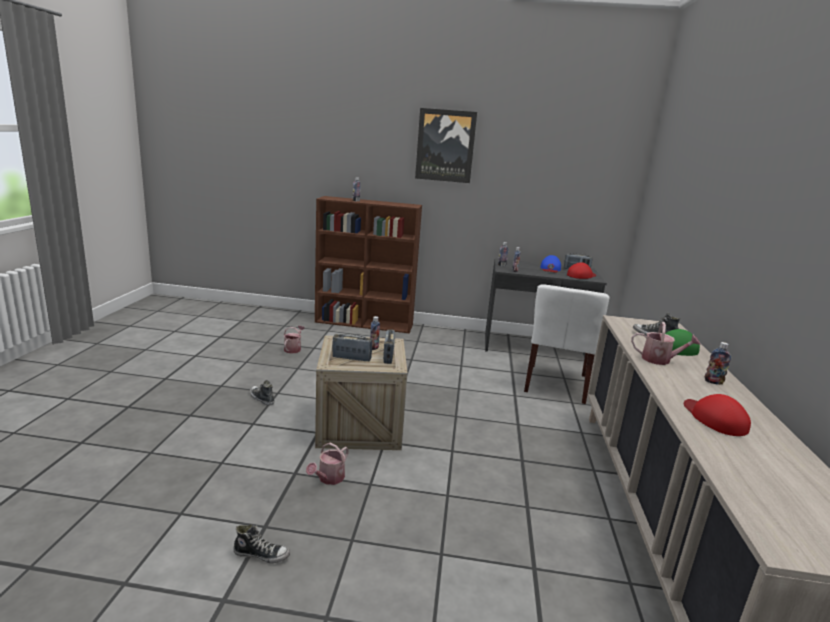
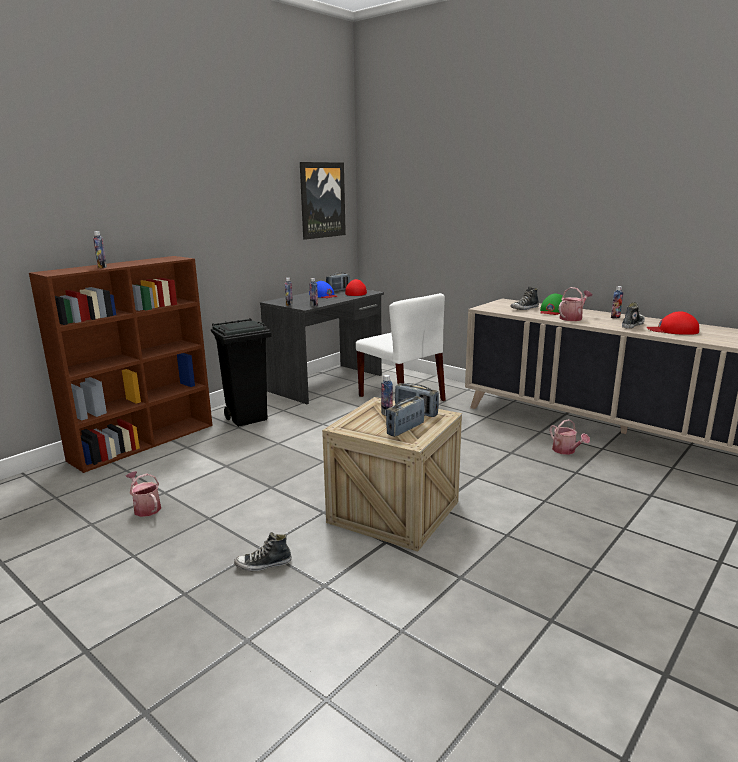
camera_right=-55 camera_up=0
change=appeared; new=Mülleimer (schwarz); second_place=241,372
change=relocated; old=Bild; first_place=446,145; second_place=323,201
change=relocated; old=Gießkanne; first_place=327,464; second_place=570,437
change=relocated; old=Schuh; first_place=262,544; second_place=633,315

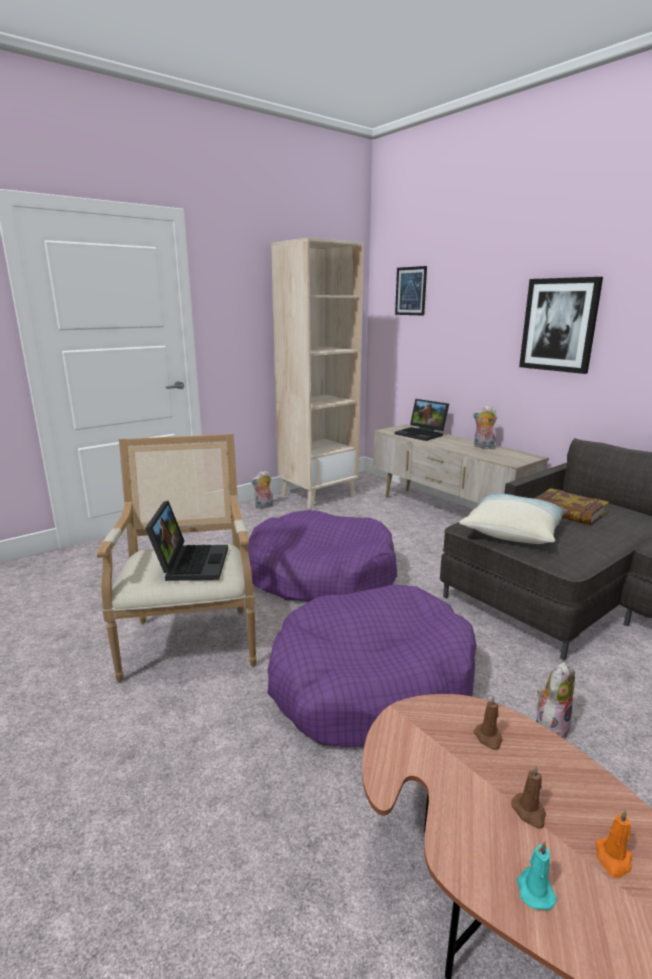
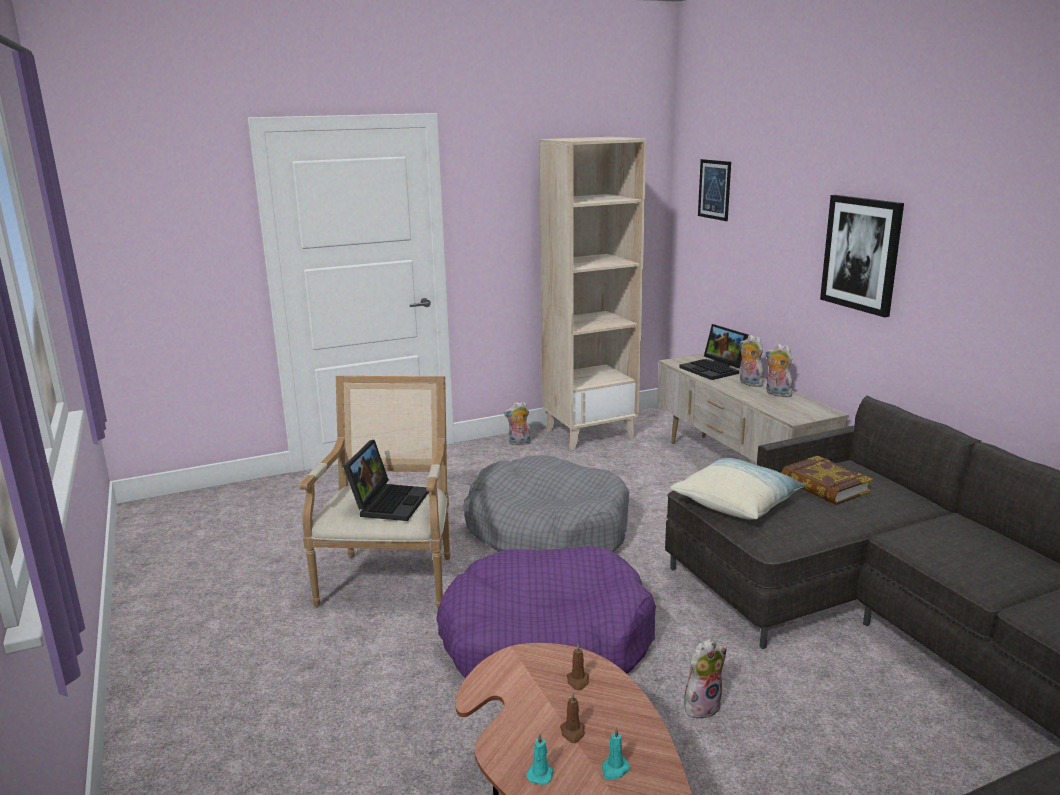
camera_right=15 camera_up=0
change=colour; old=Hundebett (lila); new=Hundebett (grau); first_place=322,556; second_place=546,503
change=colour; old=Kerze (orange); new=Kerze (türkis); first_place=614,843; second_place=616,753
change=appeared; new=Plüschtier; second_place=752,361

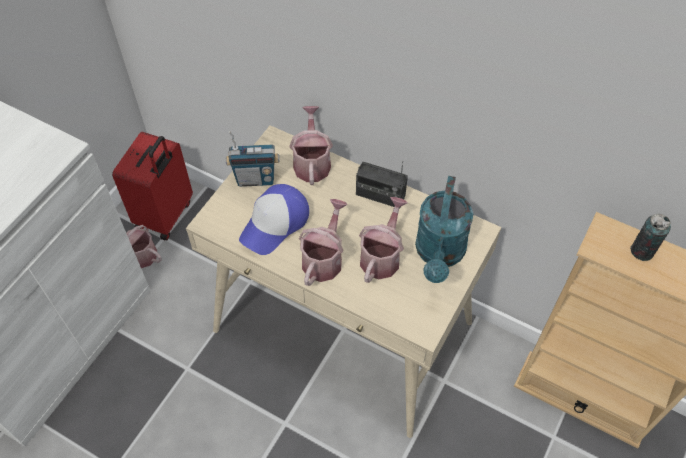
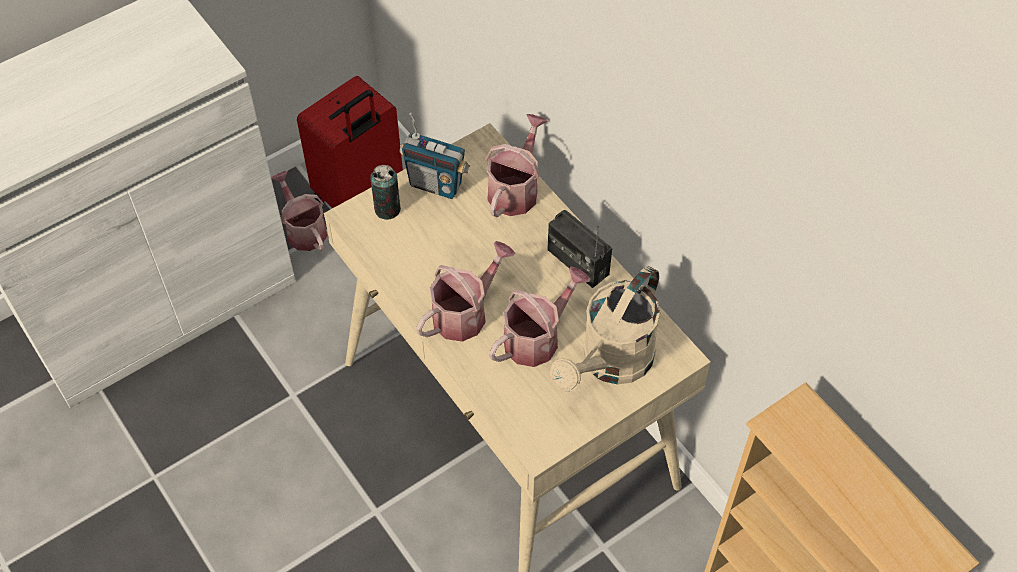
camera_right=25 camera_up=0
change=relocated; old=Dose; first_place=650,237; second_place=385,192
change=colour; old=Gießkanne (türkis); new=Gießkanne (beige); first_place=444,229; second_place=605,329
change=missing; old=Kappe; first_place=274,219

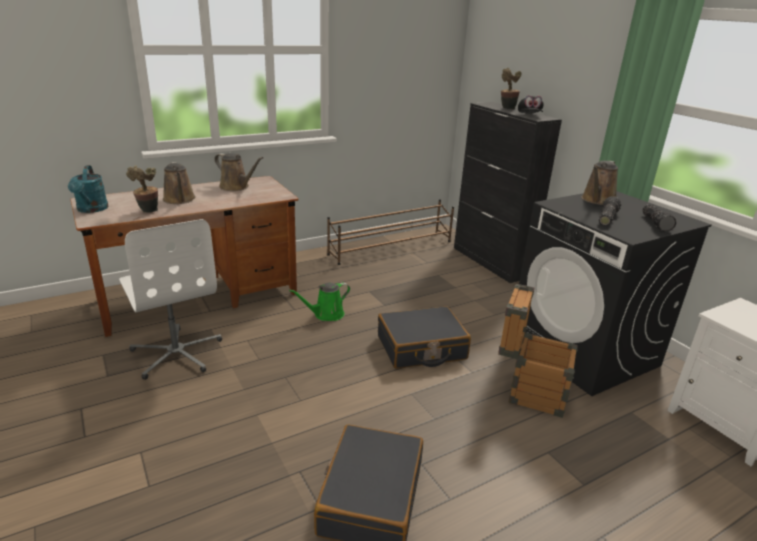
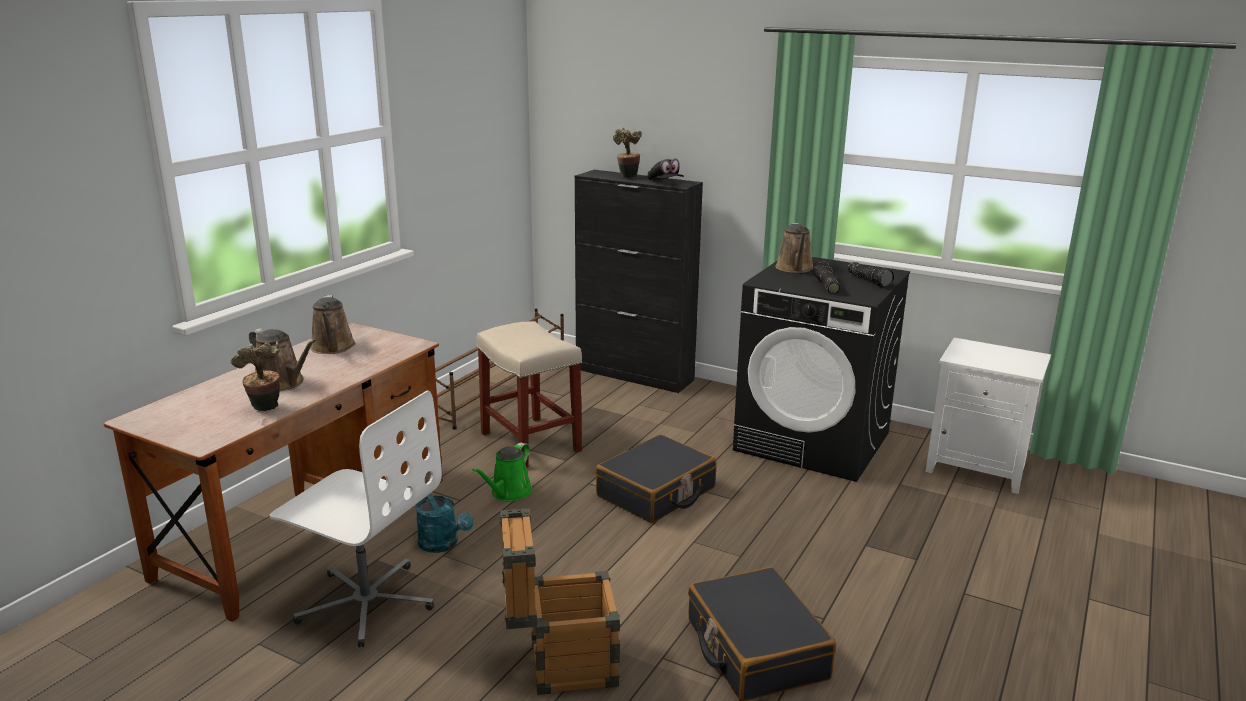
camera_right=-30 camera_up=-5
change=spun; old=Gießkanne (braun); first_place=239,172; second_place=332,324; degrees=75
change=relocated; old=Gießkanne (türkis); first_place=88,189; second_place=444,523
change=appeared; new=Hocker (beige); second_place=529,394
change=relocated; old=Kiste; first_place=538,351; second_place=560,601

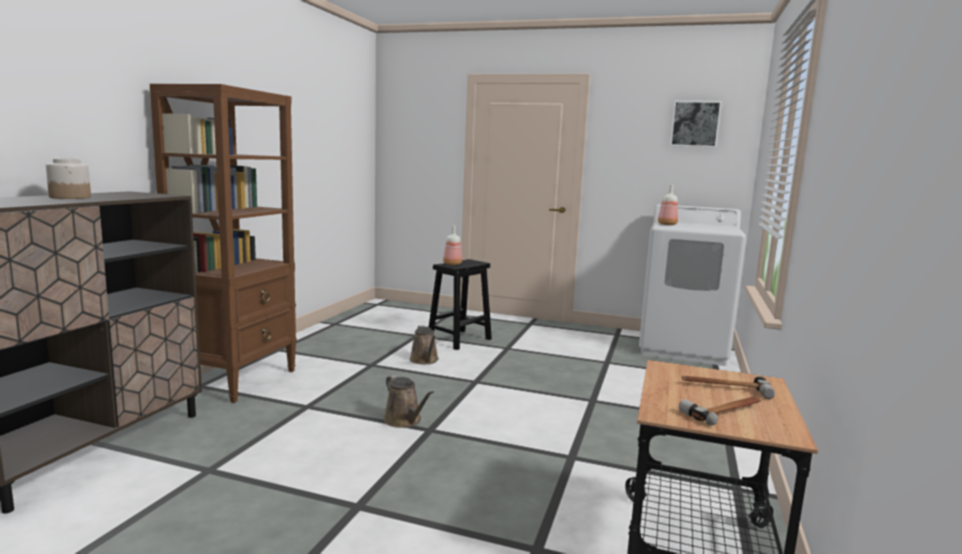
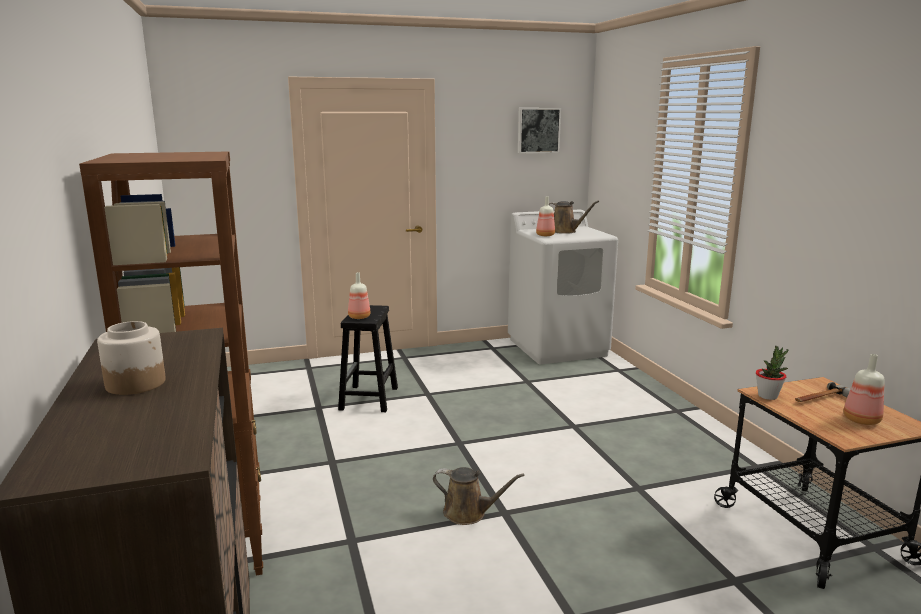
camera_right=-35 camera_up=5
change=relocated; old=Gießkanne (braun); first_place=424,344; second_place=574,217
change=appeared; new=Topfpflanze; second_place=772,373
change=exchanged; old=Hammer; new=Flasche; first_place=720,411; second_place=864,389

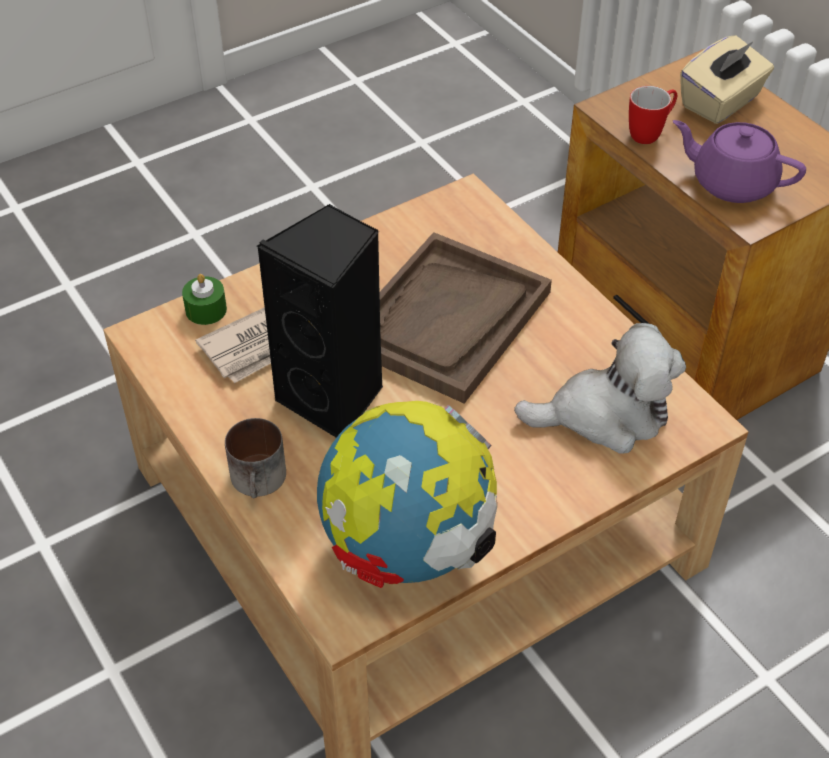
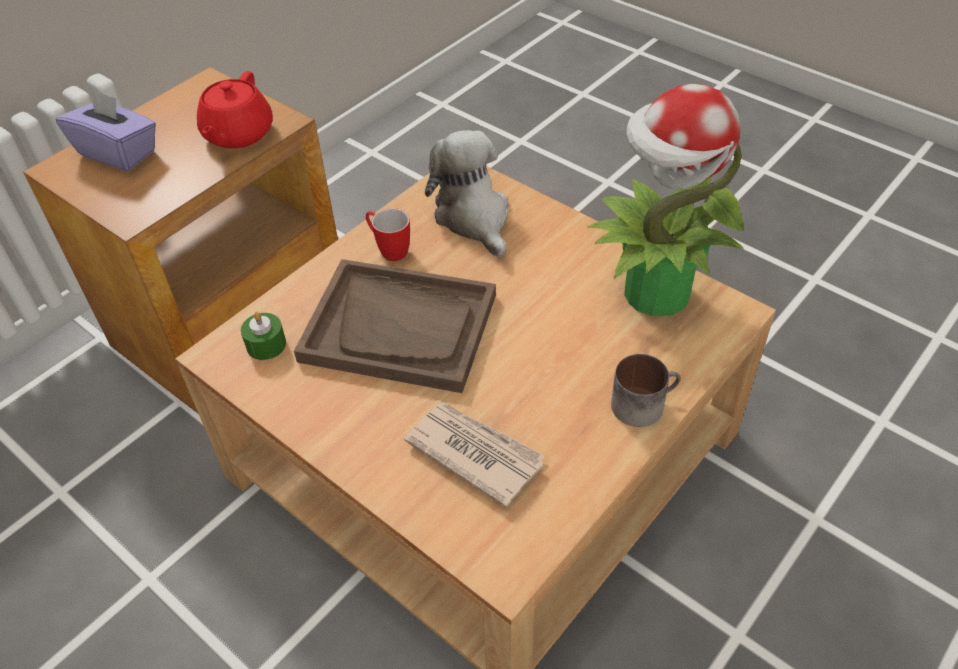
camera_right=-105 camera_up=0
change=colour; old=Taschentuchbox (beige); new=Taschentuchbox (lila); first_place=727,79; second_place=106,129
change=colour; old=Teekanne (lila); new=Teekanne (rot); first_place=739,161; second_place=235,110
change=relocated; old=Kerze (grün); first_place=204,299; second_place=263,336
change=relocated; old=Henkelbecher; first_place=653,115; second_place=388,234
change=exchanged; old=Globus; new=Topfpflanze; first_place=407,494; second_place=665,200
change=missing; old=Lautsprecher (schwarz); first_place=319,321

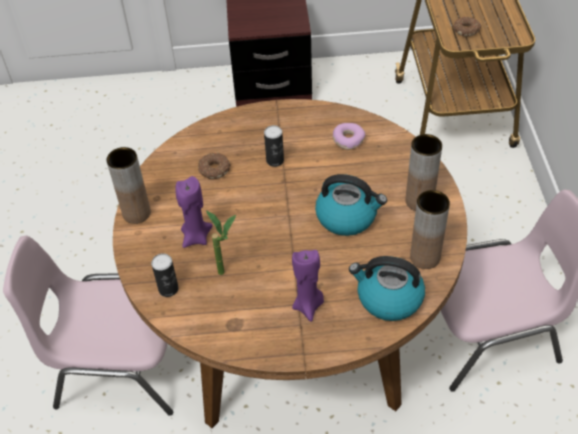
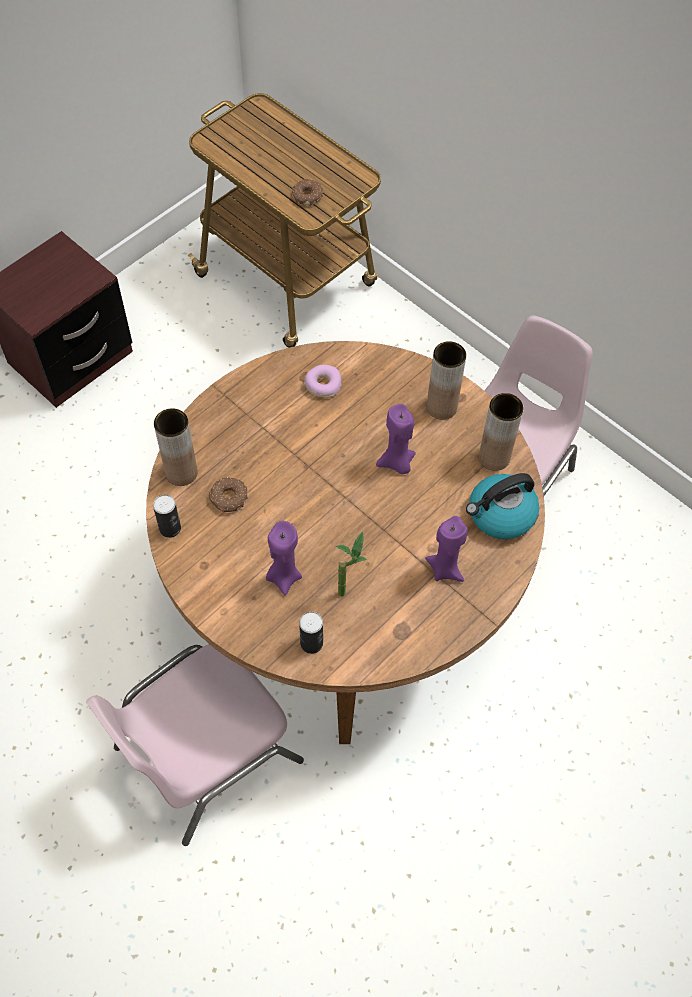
camera_right=-45 camera_up=10
change=relocated; old=Dose; first_place=274,146; second_place=167,516
change=relocated; old=Vase (braun); first_place=129,185; second_place=175,447
change=exchanged; old=Wasserkessel; new=Kerze (lila); first_place=351,205; second_place=396,439

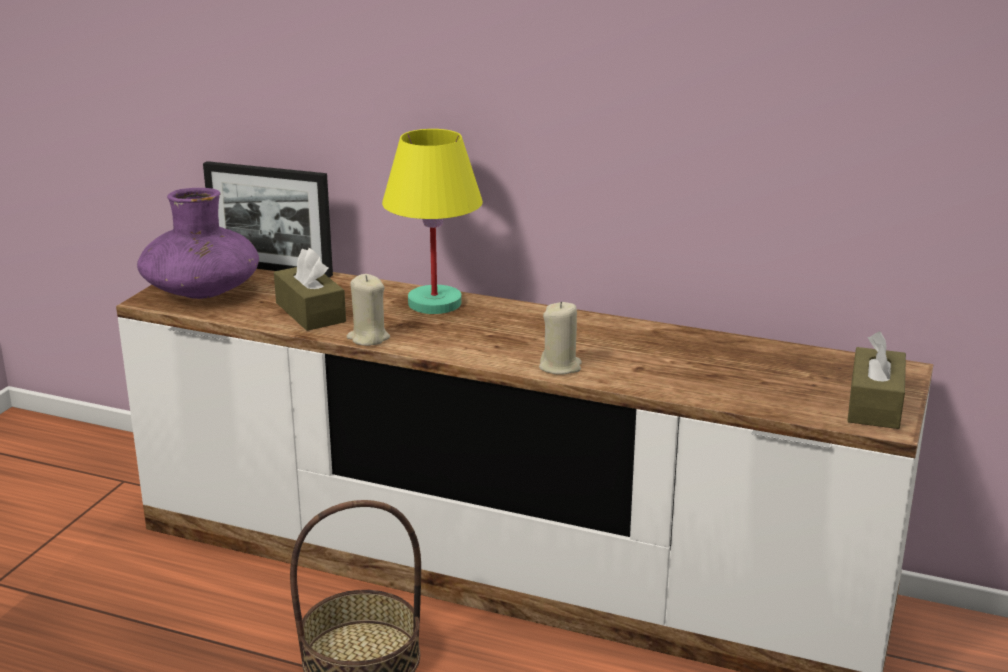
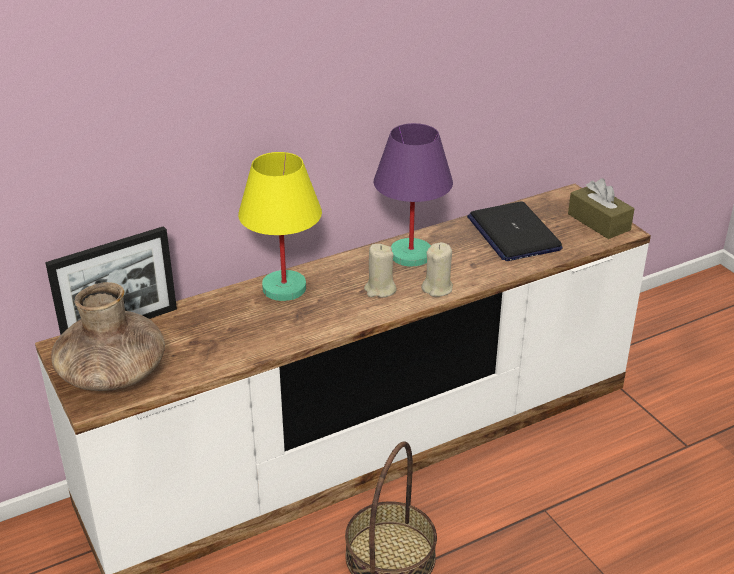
camera_right=-50 camera_up=10
change=colour; old=Vase (lila); new=Vase (braun); first_place=198,243; second_place=108,336
change=relocated; old=Kerze (beige); first_place=368,310; second_place=380,270
change=appeared; new=Tischlampe (lila); second_place=413,195
change=appeared; new=Laptop; second_place=515,231
change=missing; old=Taschentuchbox (braun); first_place=310,289

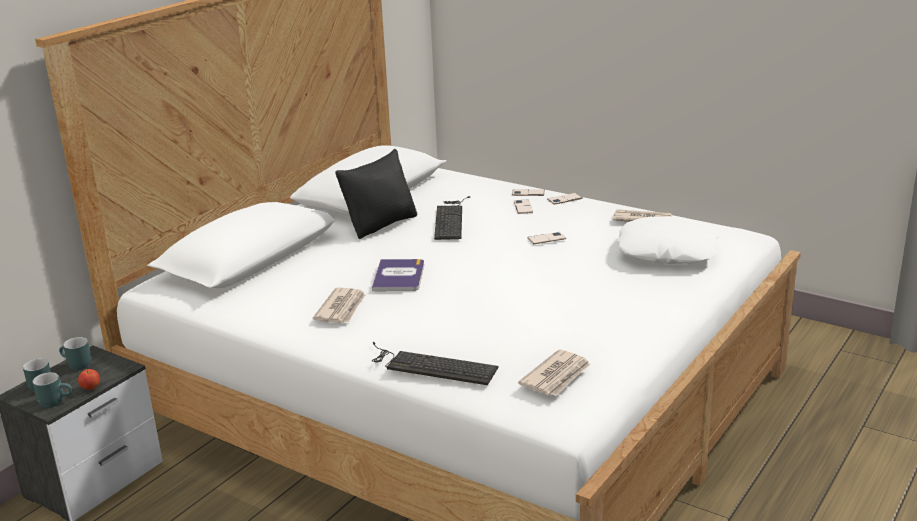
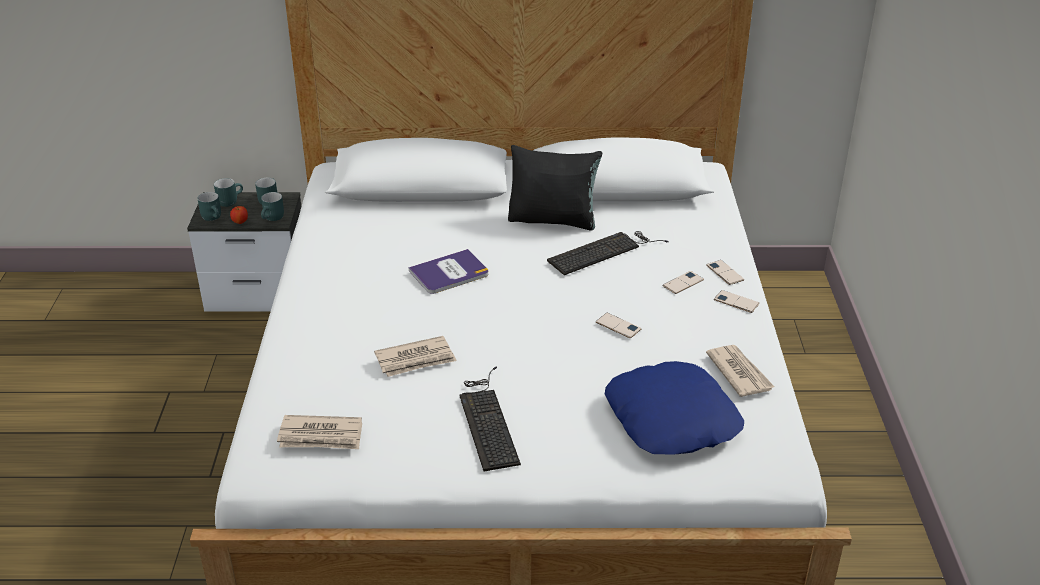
camera_right=55 camera_up=10
change=appeared; new=Henkelbecher (türkis); second_place=272,206
change=relocated; old=Zeitung; first_place=339,305; second_place=415,356
change=relocated; old=Tastatur; first_place=435,363; second_place=490,419
change=colour; old=Kissen (weiß); new=Kissen (blau); first_place=668,240; second_place=674,408

